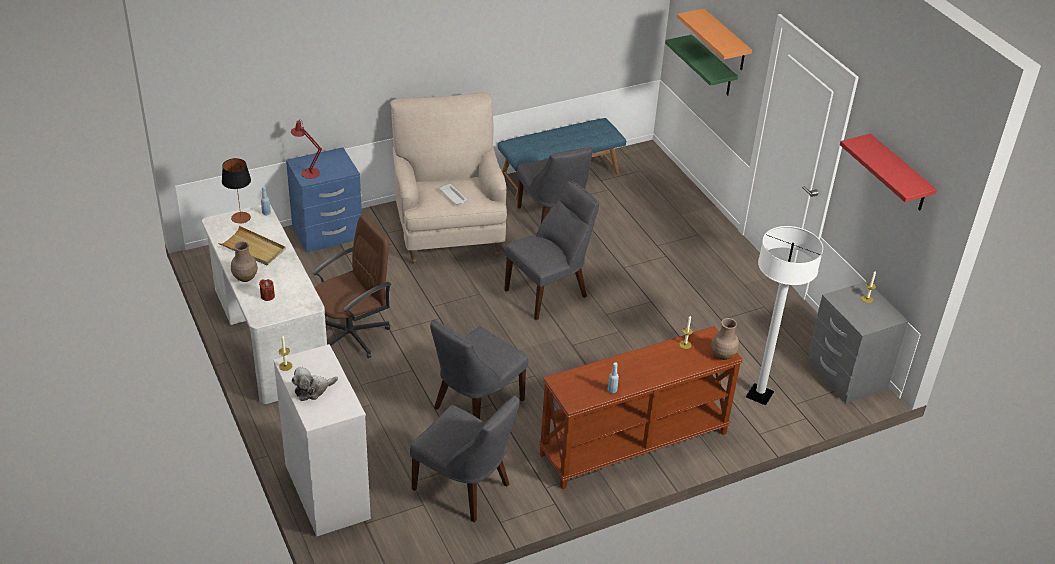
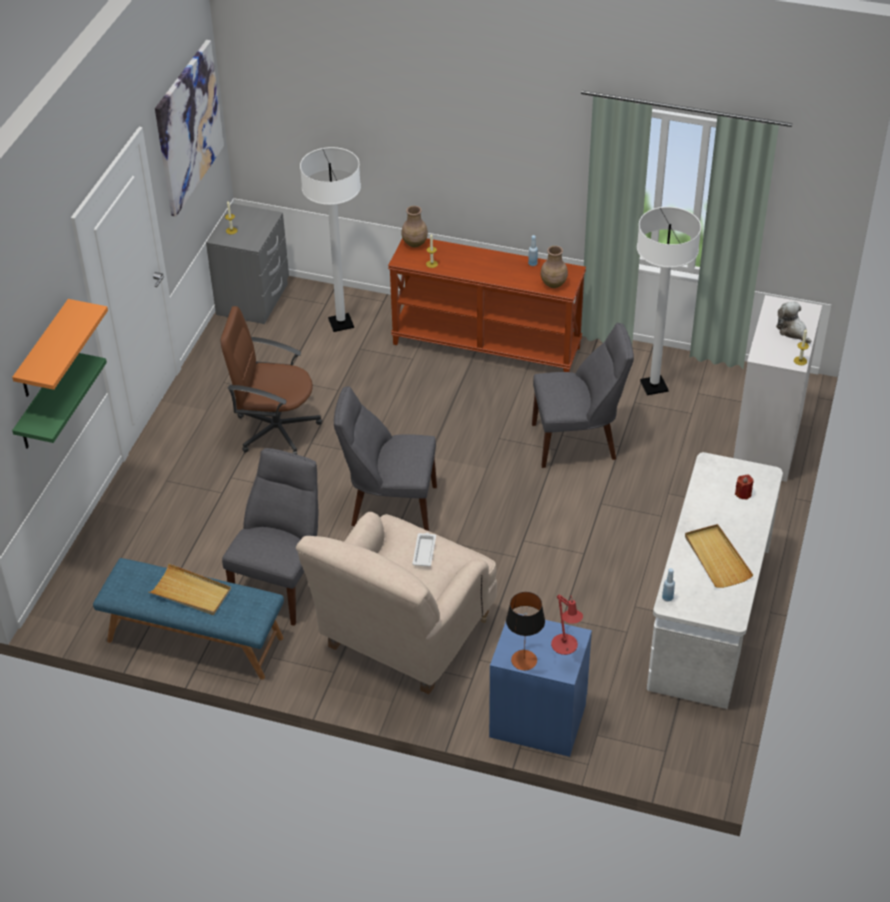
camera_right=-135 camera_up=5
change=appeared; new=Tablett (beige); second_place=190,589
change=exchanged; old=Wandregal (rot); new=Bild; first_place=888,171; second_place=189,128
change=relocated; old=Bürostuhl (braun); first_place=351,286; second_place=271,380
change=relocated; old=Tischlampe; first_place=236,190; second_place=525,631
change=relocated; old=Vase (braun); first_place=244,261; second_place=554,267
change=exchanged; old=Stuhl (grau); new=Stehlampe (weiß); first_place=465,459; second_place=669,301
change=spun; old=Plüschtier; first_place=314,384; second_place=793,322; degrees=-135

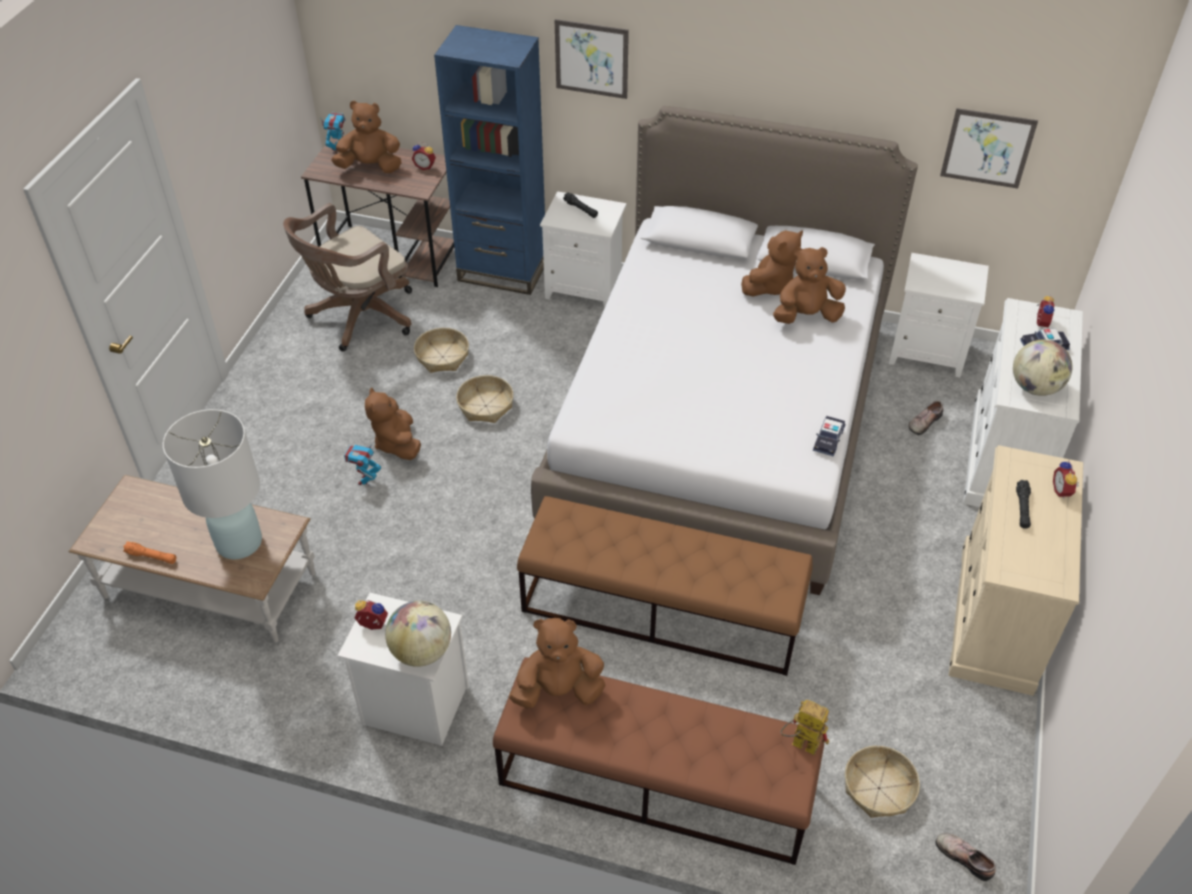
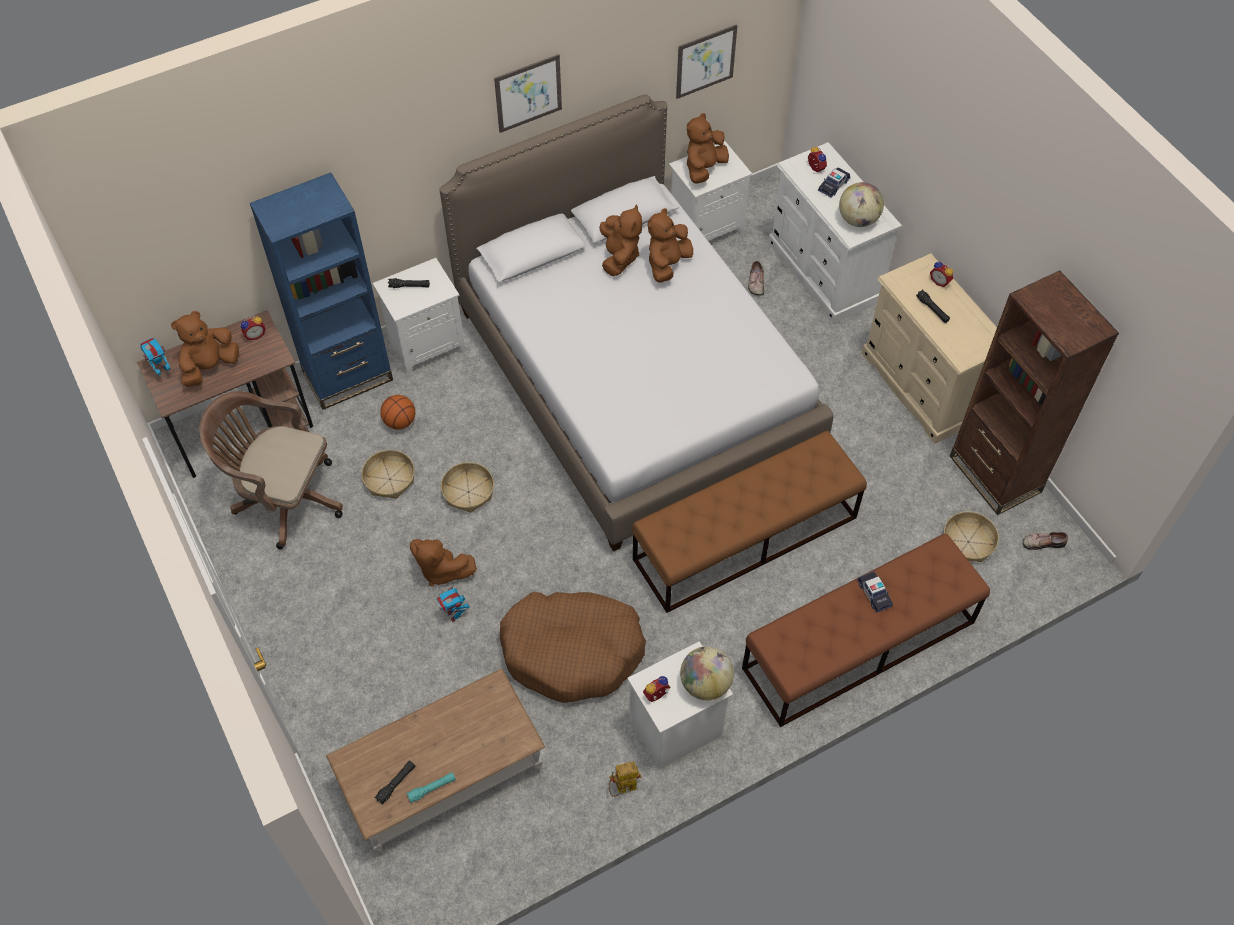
camera_right=-45 camera_up=10
change=spun; old=Bürostuhl (braun); first_place=347,277; second_place=271,470; degrees=105
change=appeared; new=Taschenlampe (schwarz); second_place=394,782
change=appeared; new=Basketball; second_place=397,412
change=colour; old=Taschenlampe (orange); new=Taschenlampe (türkis); first_place=149,553; second_place=431,787
change=relocated; old=Bild; first_place=592,59; second_place=528,93
change=appeared; new=Hundebett (braun); second_place=573,647
change=relocated; old=Spielzeugroboter; first_place=804,727; second_place=625,779
change=relocated; old=Plüschtier (braun); first_place=557,663; second_place=708,148
change=relocated; old=Spielzeugauto; first_place=829,436; second_place=875,592
change=appeared; new=Bücherregal (braun); second_place=1034,392
change=missing; old=Tischlampe (weiß); first_place=212,484

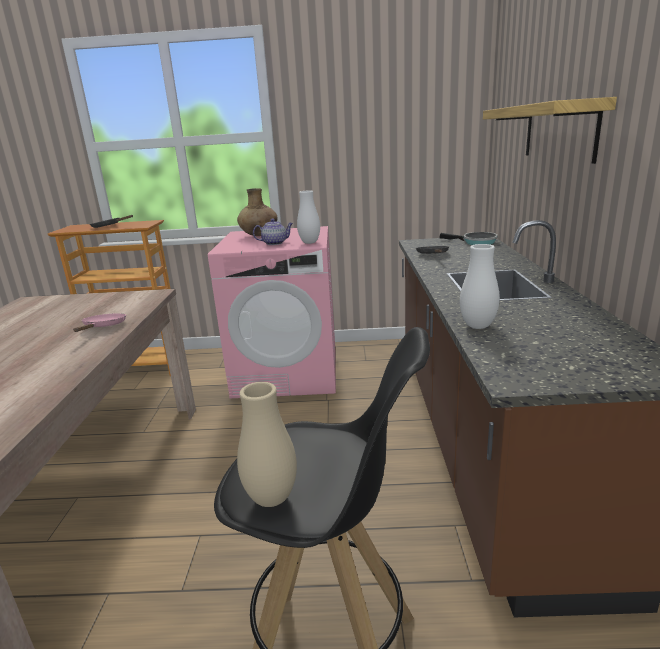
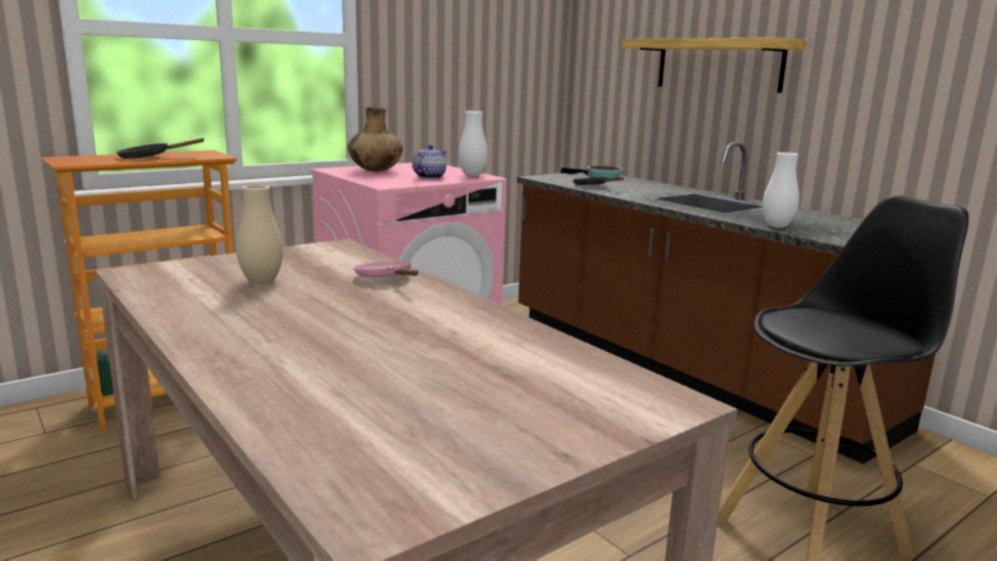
camera_right=-40 camera_up=-5
change=relocated; old=Vase (beige); first_place=267,444; second_place=259,234

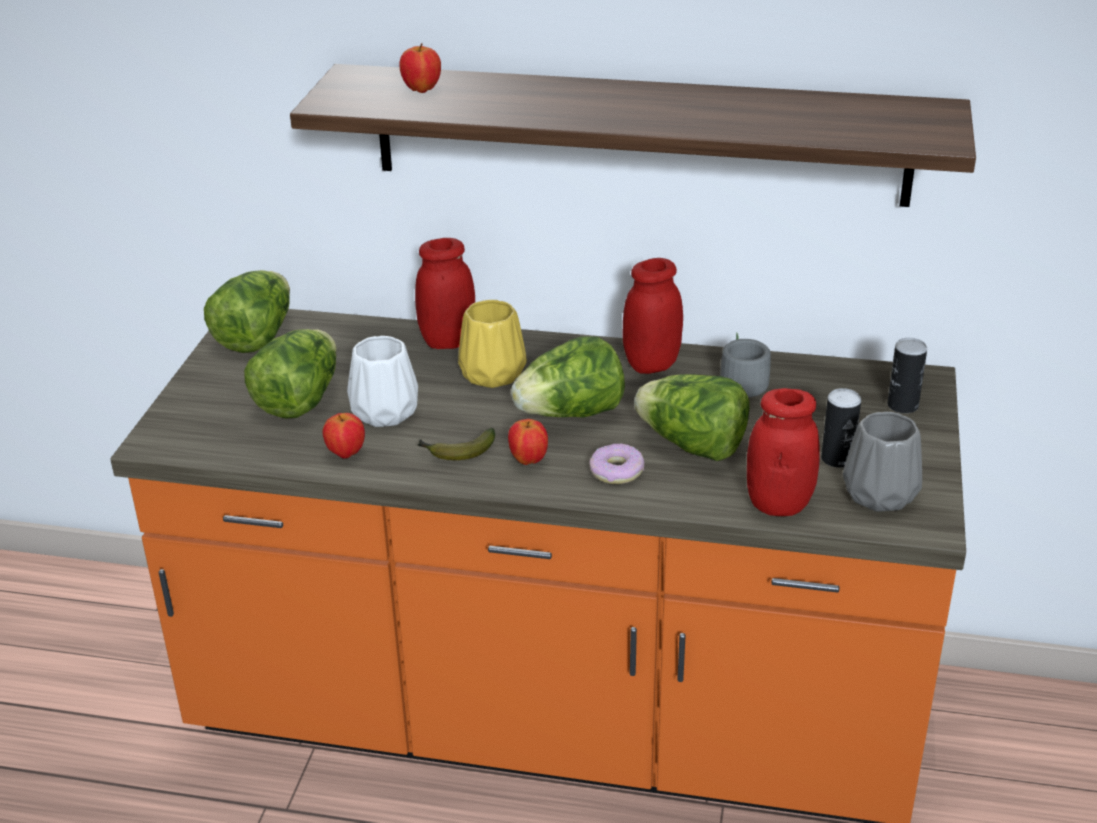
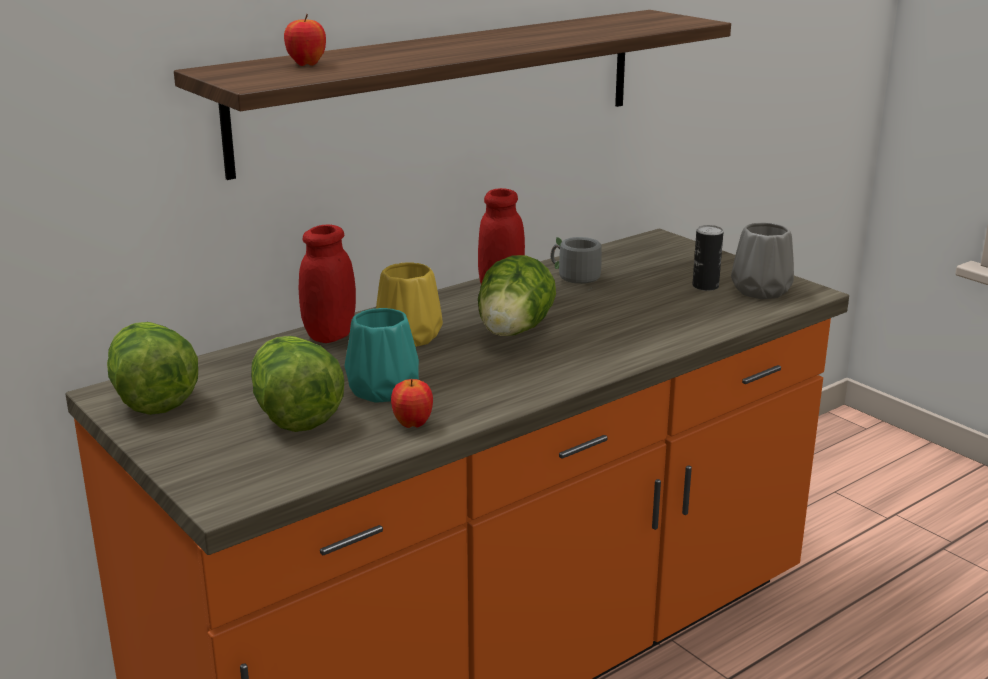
camera_right=-50 camera_up=-10
change=colour; old=Vase (weiß); new=Vase (türkis); first_place=382,381; second_place=382,355
change=missing; old=Banane; first_place=456,444
change=missing; old=Apfel; first_place=528,442
change=missing; old=Donut; first_place=616,463
change=missing; old=Salatkopf; first_place=692,417
change=missing; old=Vorratsglas (rot); first_place=783,452
change=missing; old=Dose; first_place=907,375

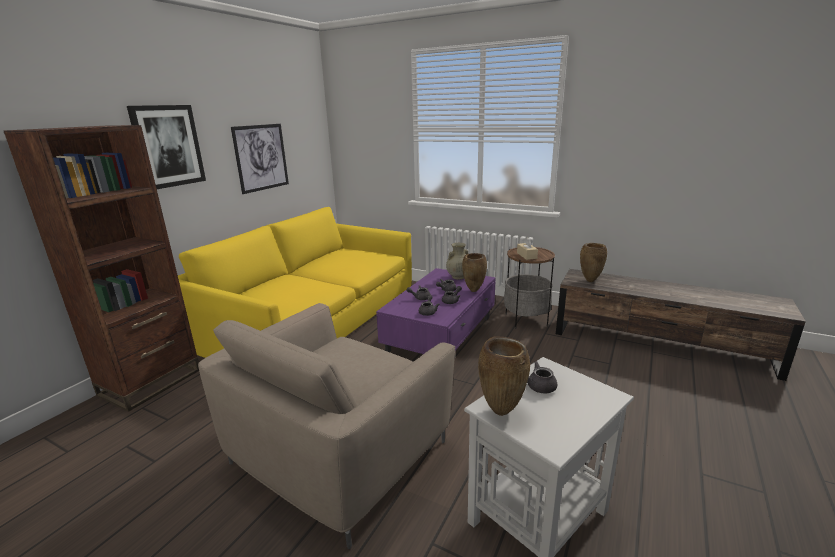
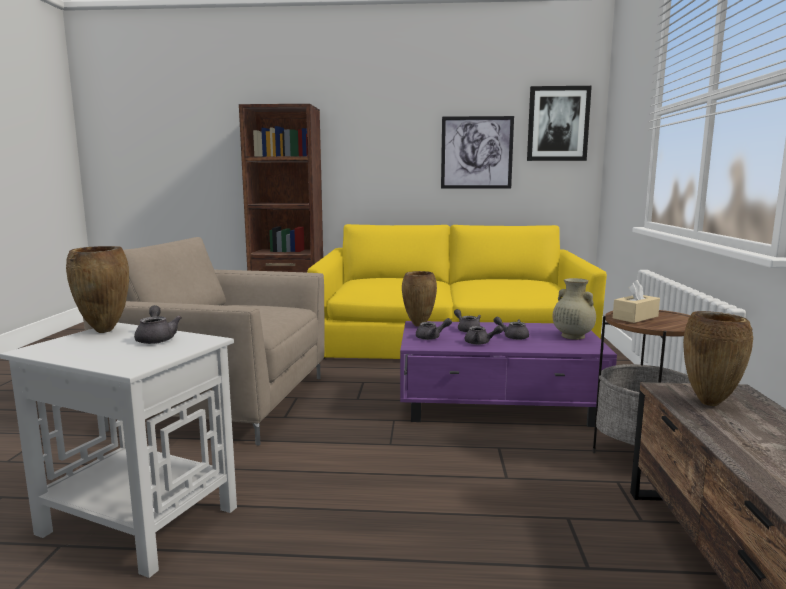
camera_right=65 camera_up=-10
change=relocated; old=Vase (braun); first_place=474,272; second_place=419,299
change=relocated; old=Bild; first_place=166,147; second_place=559,123

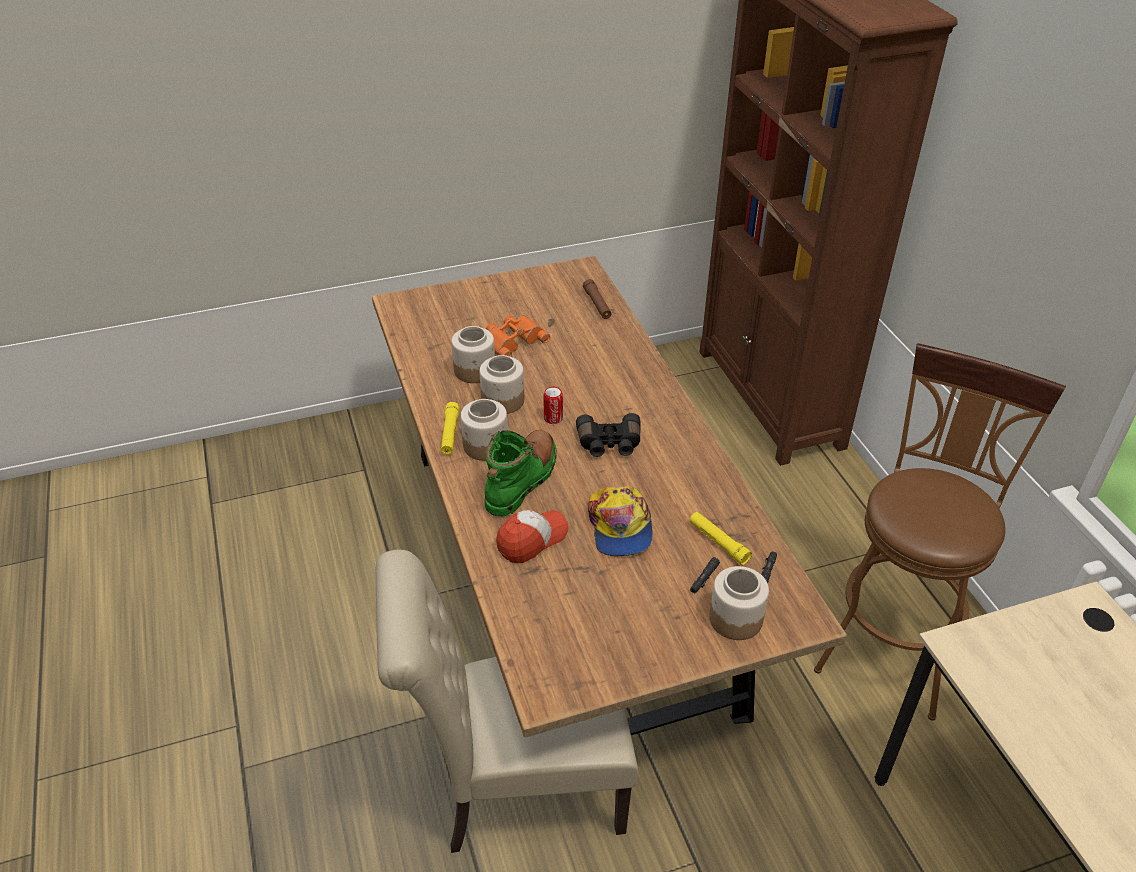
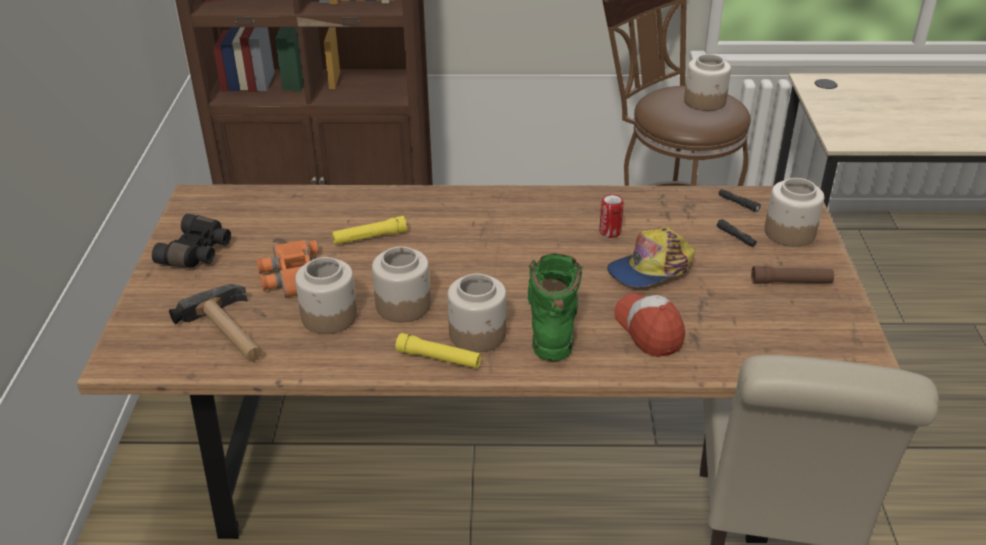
camera_right=-70 camera_up=-5
change=relocated; old=Fernglas (schwarz); first_place=608,435; second_place=191,241
change=appeared; new=Hammer; second_place=215,322
change=relocated; old=Taschenlampe (gelb); first_place=720,538; second_place=369,230
change=spun; old=Stiefel (grün); first_place=521,473; second_place=555,308; degrees=45
change=relocated; old=Dose; first_place=553,405; second_place=611,216
change=spun; old=Kappe; first_place=620,521; second_place=651,257; degrees=135
change=appeared; new=Vorratsglas; second_place=707,82
change=relocated; old=Taschenlampe (braun); first_place=597,299; second_place=792,275

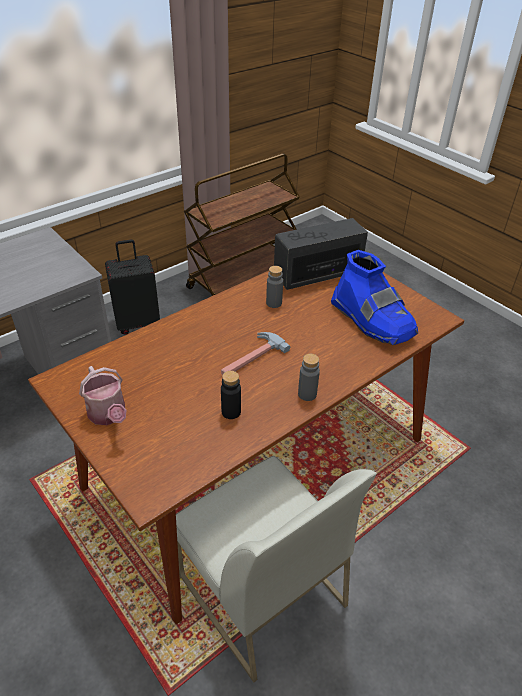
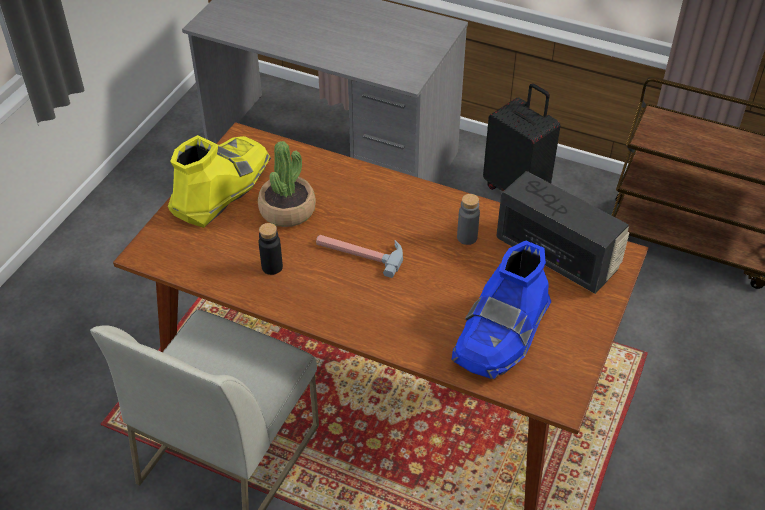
camera_right=65 camera_up=5
change=exchanged; old=Gießkanne; new=Stiefel (gelb); first_place=102,395; second_place=219,181
change=appeared; new=Topfpflanze; second_place=287,184
change=missing; old=Flasche (grau); first_place=309,377

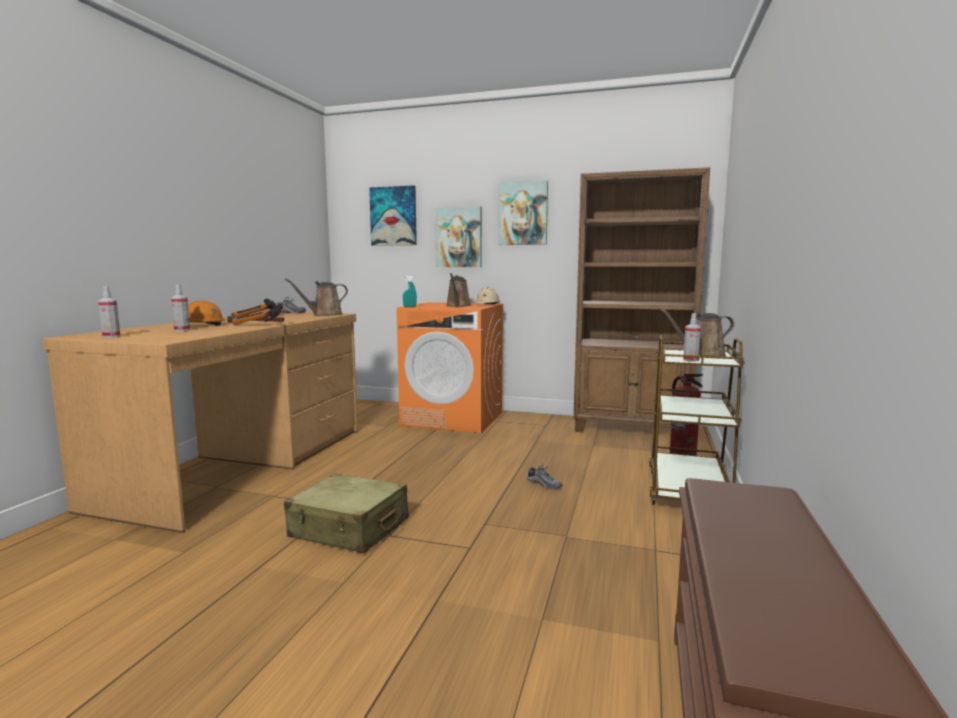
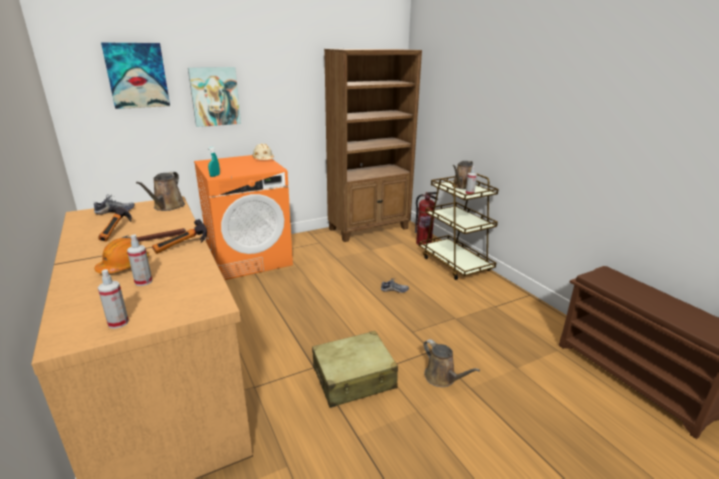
camera_right=-45 camera_up=15
change=relocated; old=Gießkanne (braun); first_place=458,290; second_place=451,363
change=missing; old=Bild; first_place=523,212

